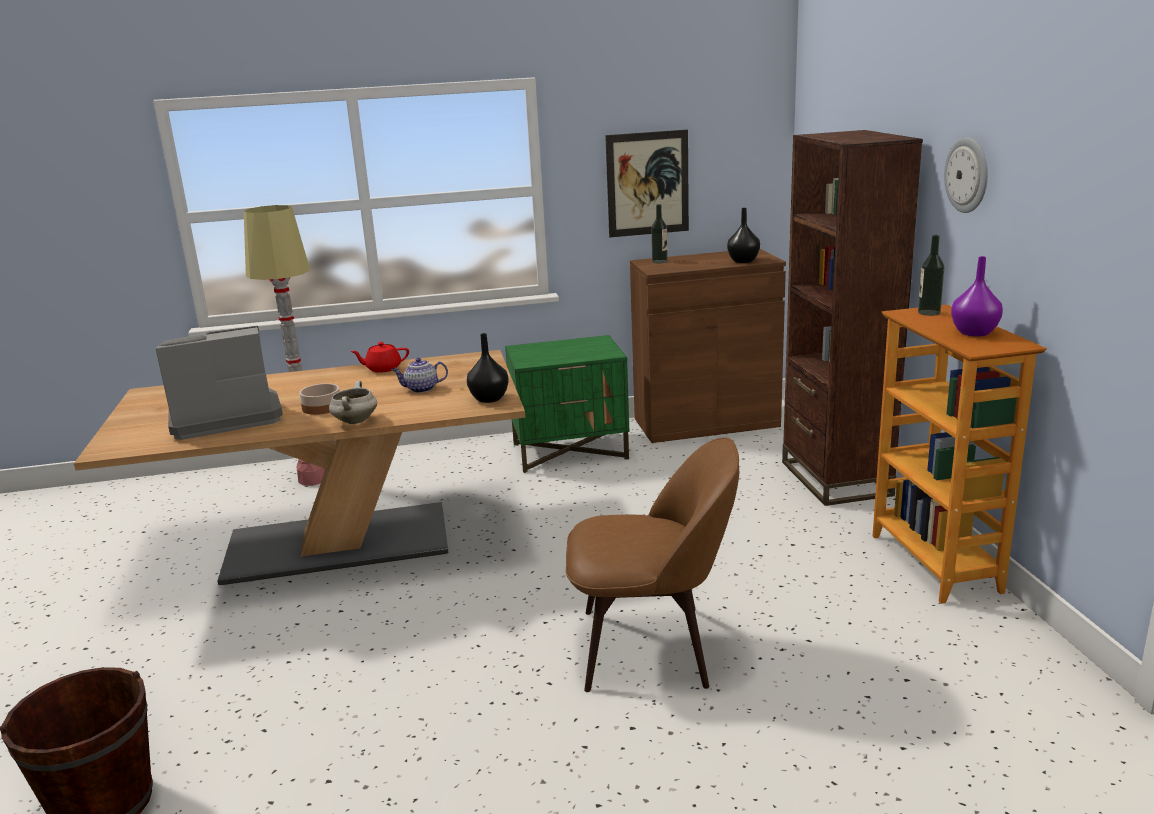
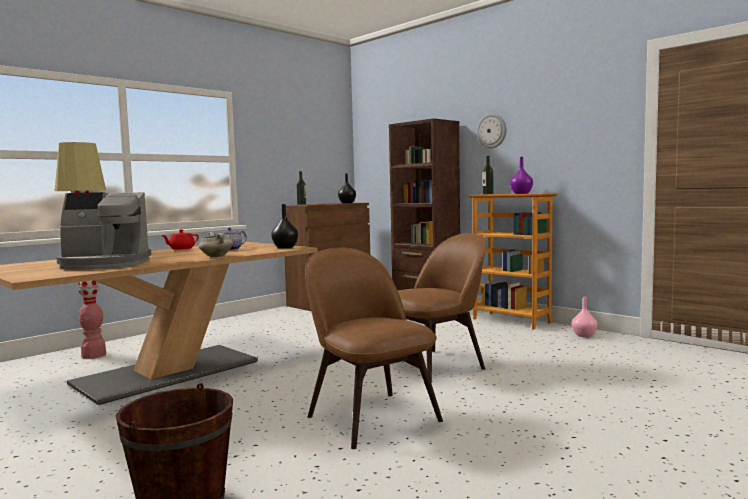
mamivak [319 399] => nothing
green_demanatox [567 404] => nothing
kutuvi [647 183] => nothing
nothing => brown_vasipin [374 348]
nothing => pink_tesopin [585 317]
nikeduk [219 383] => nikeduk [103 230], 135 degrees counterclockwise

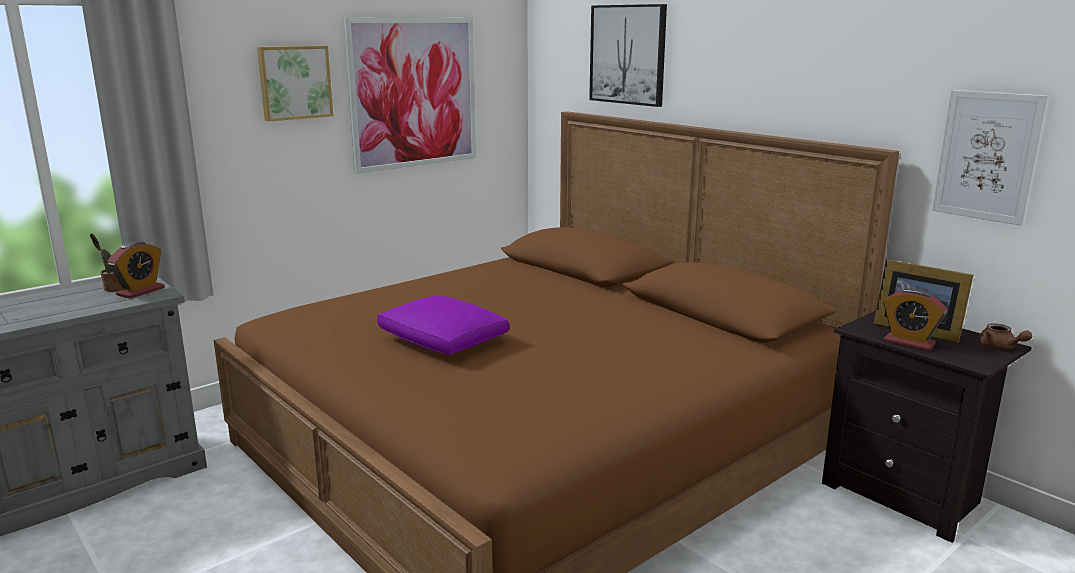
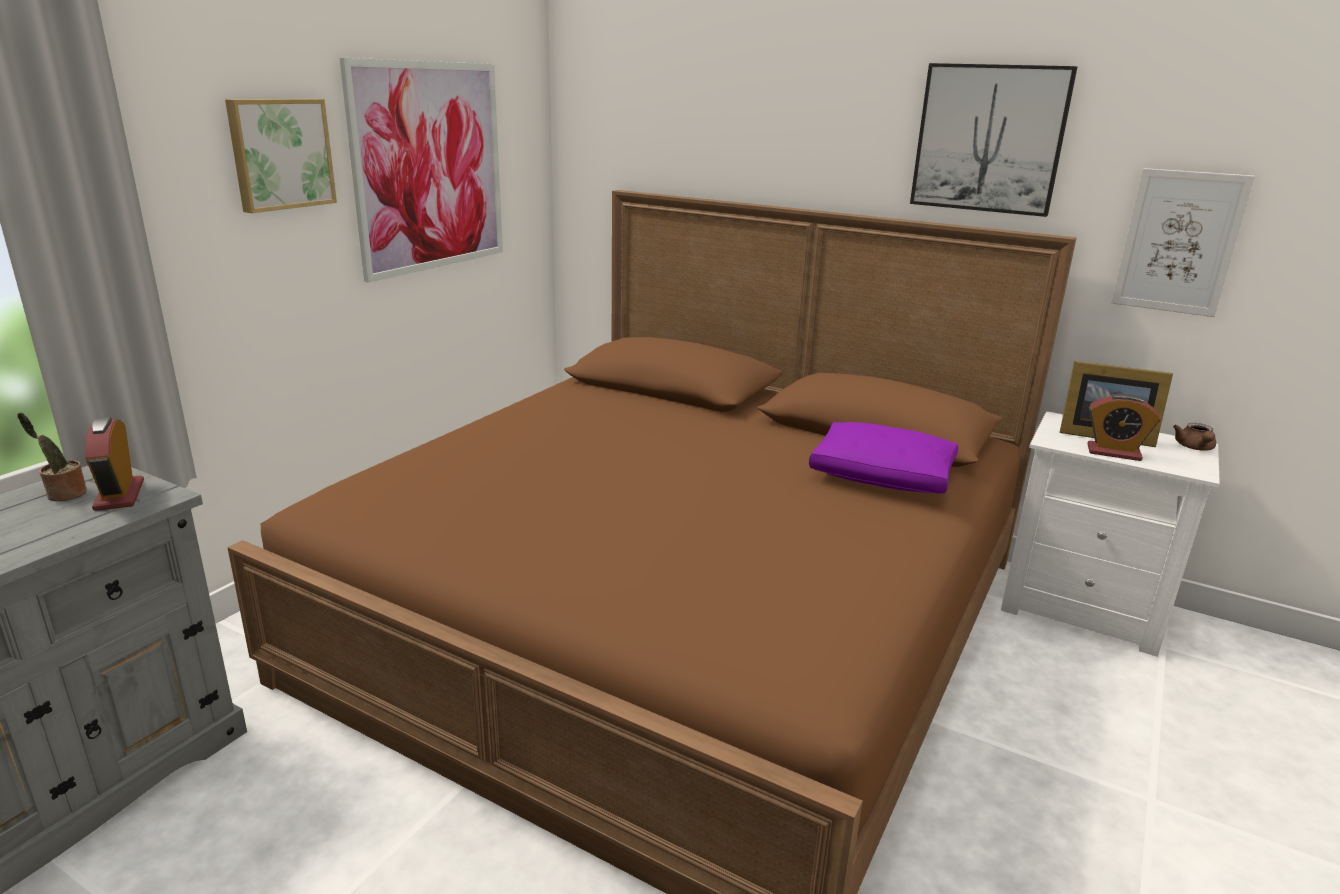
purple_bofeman [443 325] => purple_bofeman [883 458], moved
kutuvi [628 55] => kutuvi [993 140], moved
black_demanatox [927 427] => white_demanatox [1110 534]
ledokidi [136 270] => ledokidi [114 464], 150 degrees clockwise
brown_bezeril [1005 336] => brown_bezeril [1194 437], 60 degrees clockwise

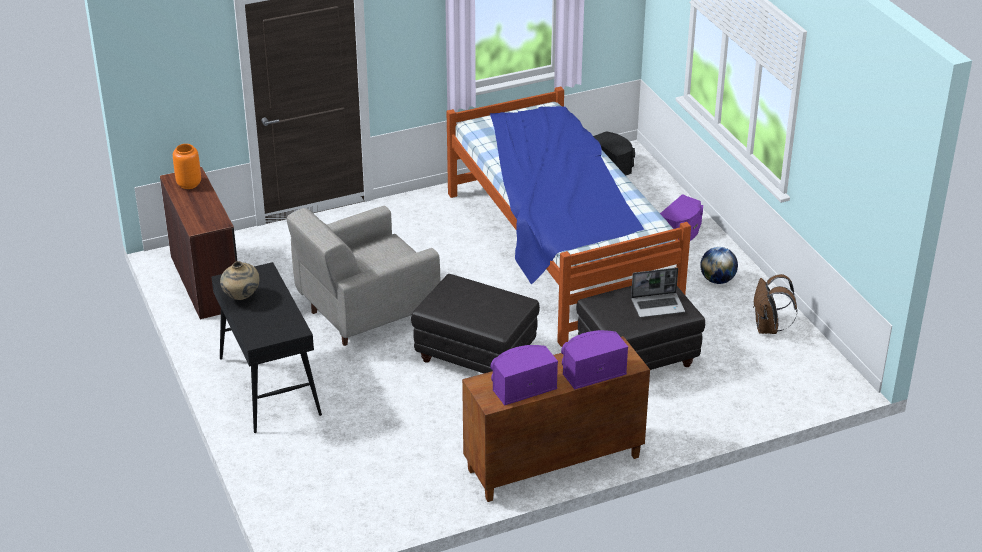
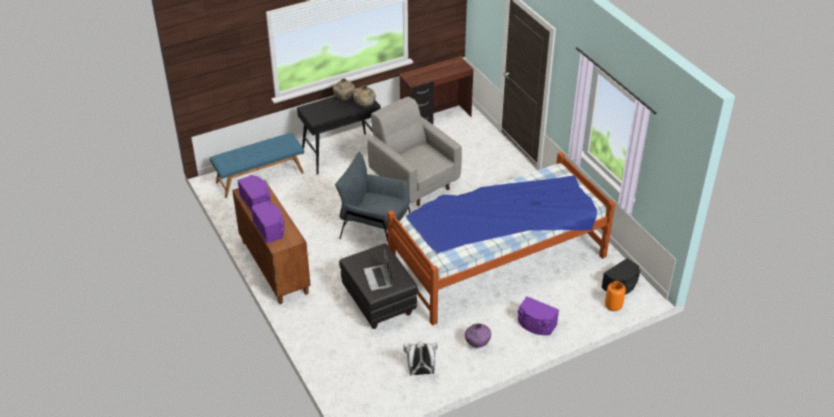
nothing => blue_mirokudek [257 165]
nothing => beige_tesopin [364 96]
orange_tesopin [187 166] => orange_tesopin [615 296], moved
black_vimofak [475 323] => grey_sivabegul [372 196]
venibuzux [719 265] => purple_tesopin [478 335]
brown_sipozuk [776 304] => white_sipozuk [420 359]

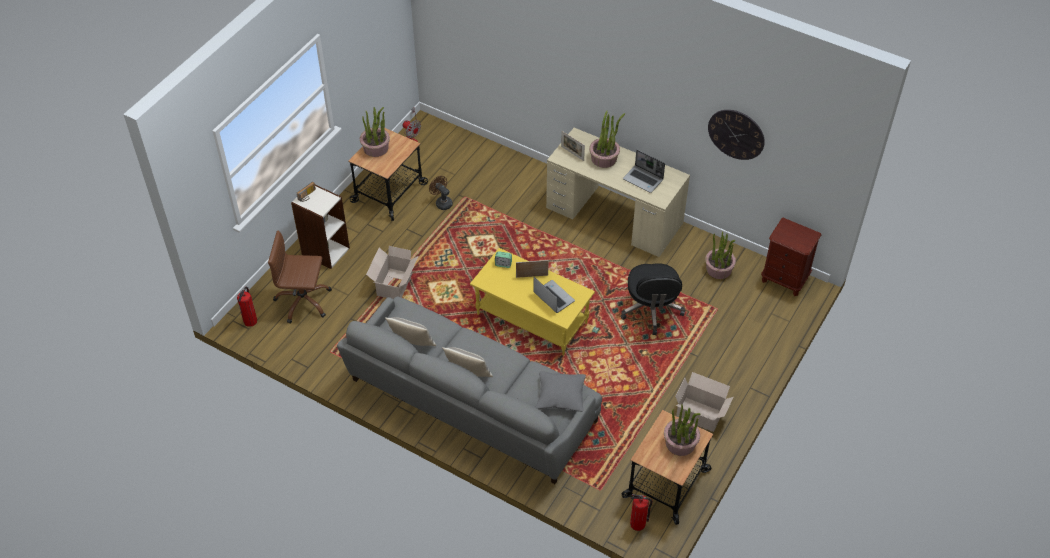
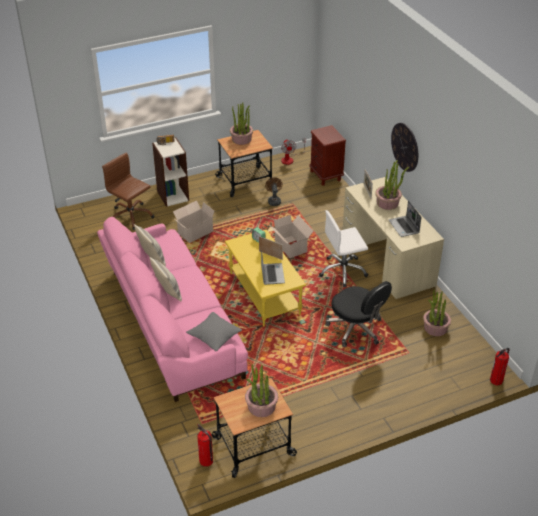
nothing => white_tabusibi [343 249]
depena [247 307] => depena [500 366], moved
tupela [704 402] => tupela [291 236], moved
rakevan [736 135] => rakevan [404 147], moved
brown_demanatox [791 257] => brown_demanatox [327 155], moved
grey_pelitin [469 390] => pink_pelitin [172 309]
black_tabusibi [653 299] => black_tabusibi [358 314], 75 degrees counterclockwise

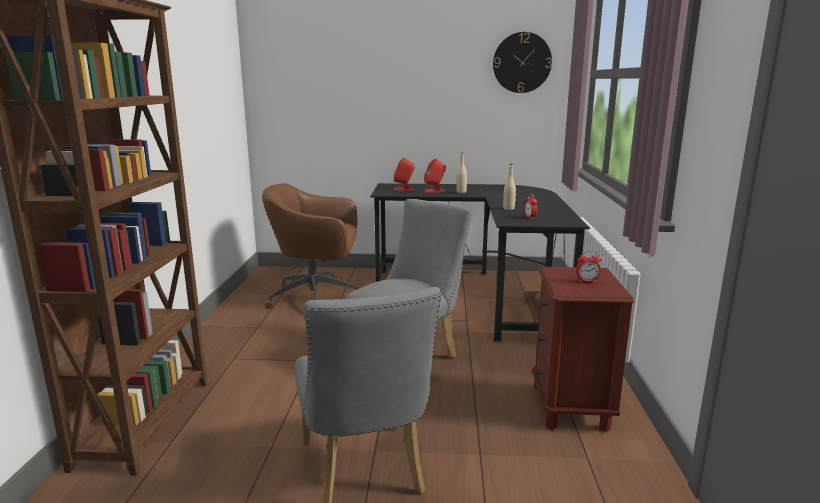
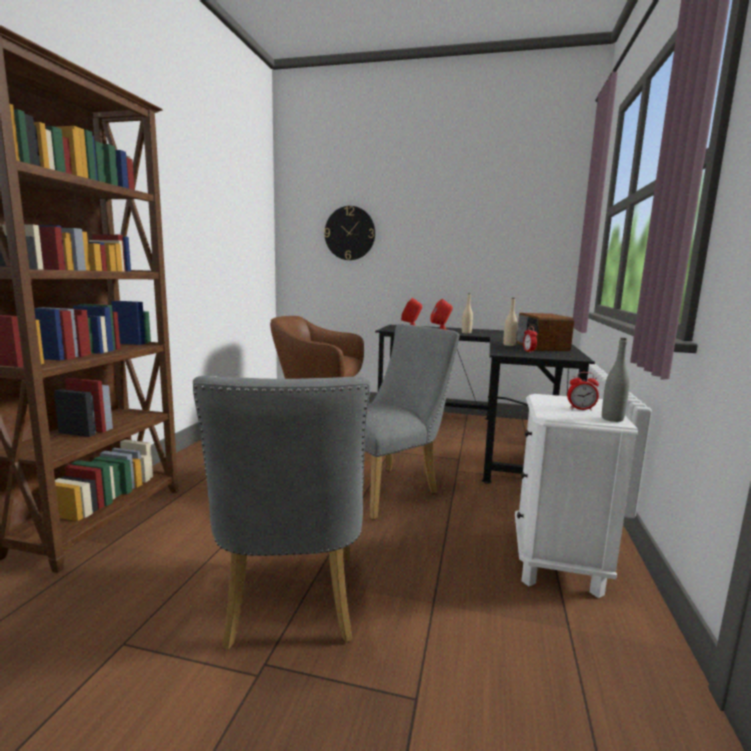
nothing => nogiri [545 332]
nothing => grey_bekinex [616 380]
rakevan [522 62] => rakevan [349 233], moved
brown_demanatox [583 349] => white_demanatox [576 496]

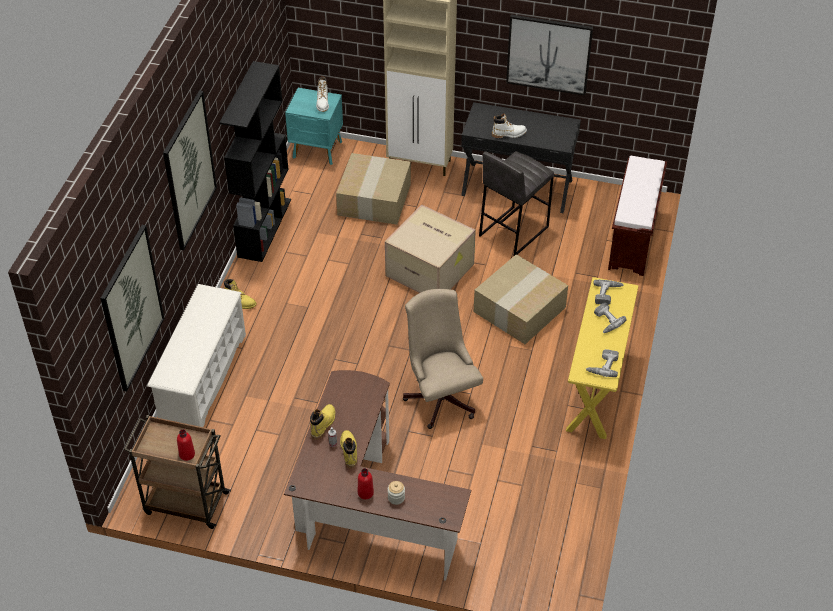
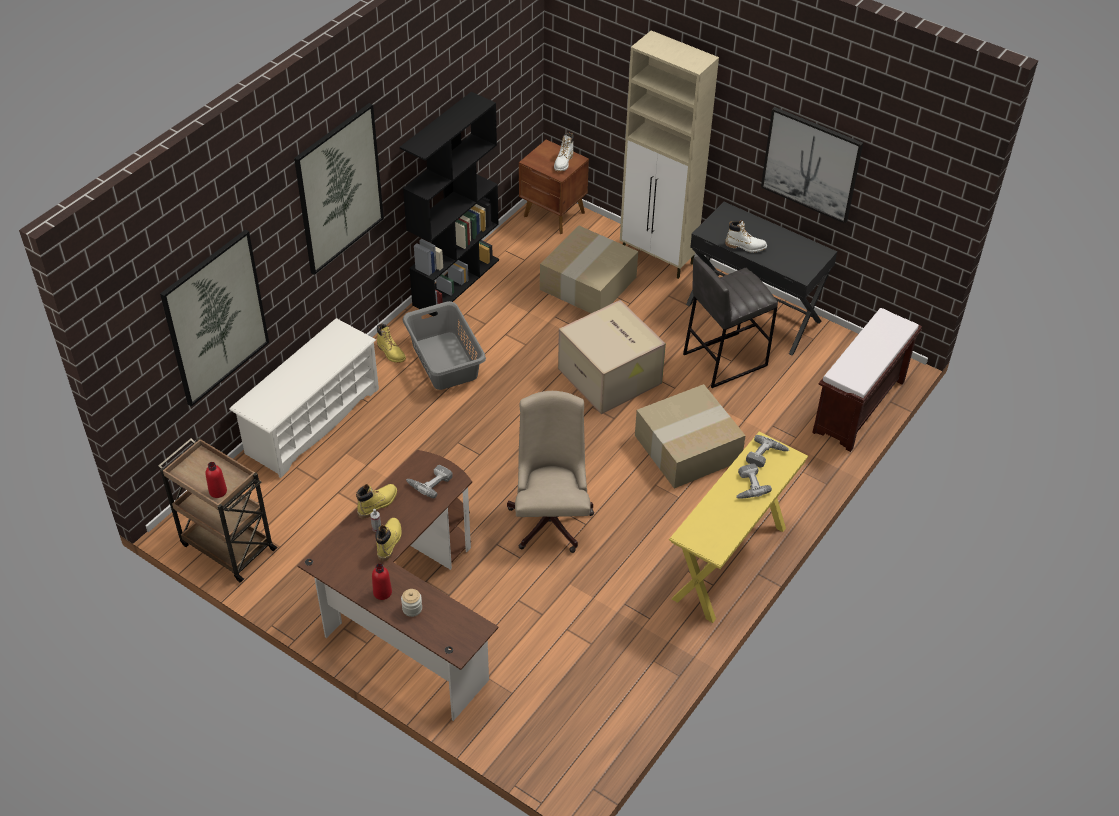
nothing => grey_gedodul [444 345]
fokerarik [602 363] => fokerarik [429 481], moved
turquoise_demanatox [314 126] => brown_demanatox [554 187]

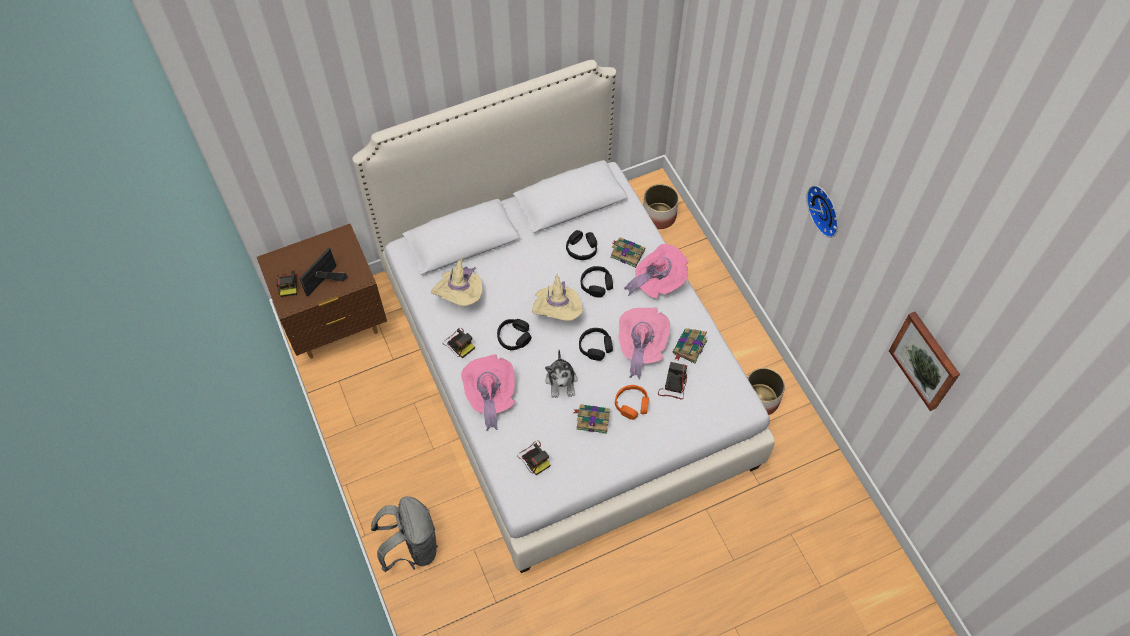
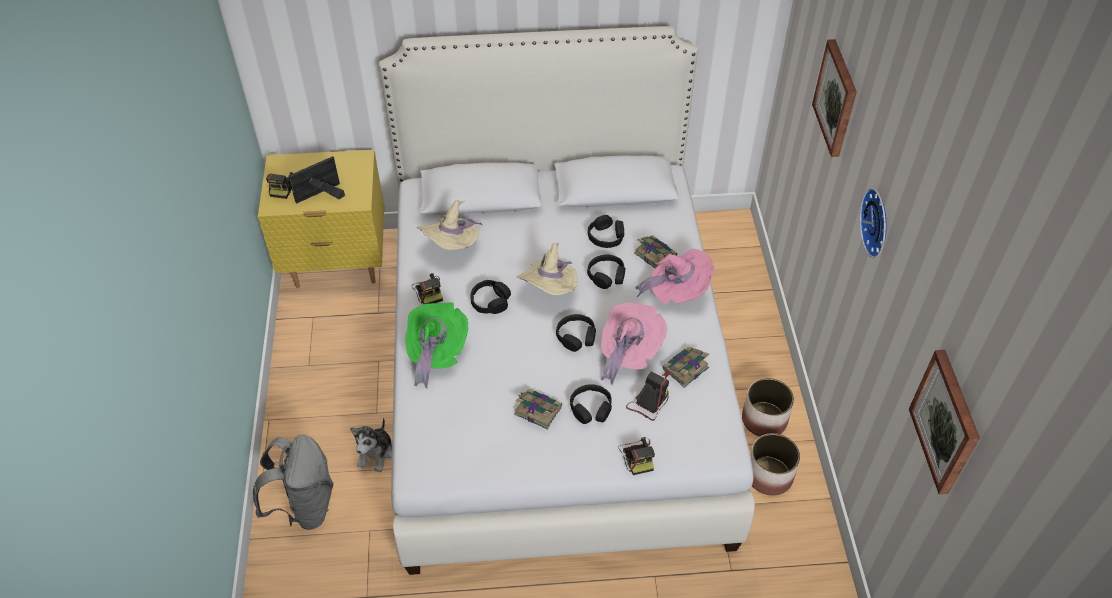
nothing => kutuvi [834 98]
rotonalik [533 457] => rotonalik [636 456], moved
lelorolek [561 374] => lelorolek [371 445], moved
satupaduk [661 206] => satupaduk [768 407], moved
brown_demanatox [322 291] => yellow_demanatox [321 219]
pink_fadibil [488 392] => green_fadibil [436 346]
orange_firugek [632 402] => black_firugek [591 404]

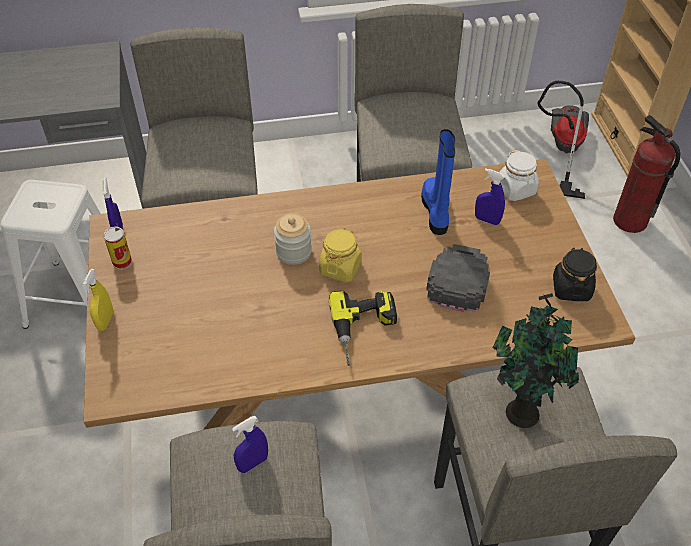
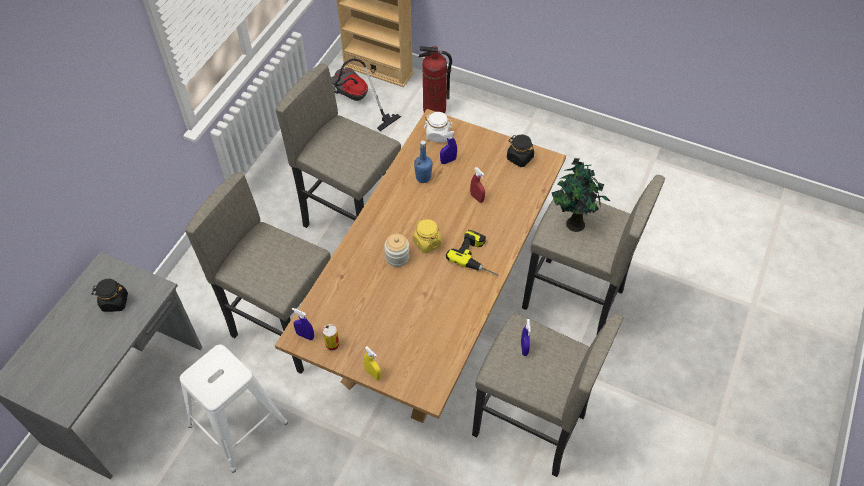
nothing => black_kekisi [110 295]
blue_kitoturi [438 182] => blue_bekinex [423 161]
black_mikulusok [458 278] => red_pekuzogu [477 185]

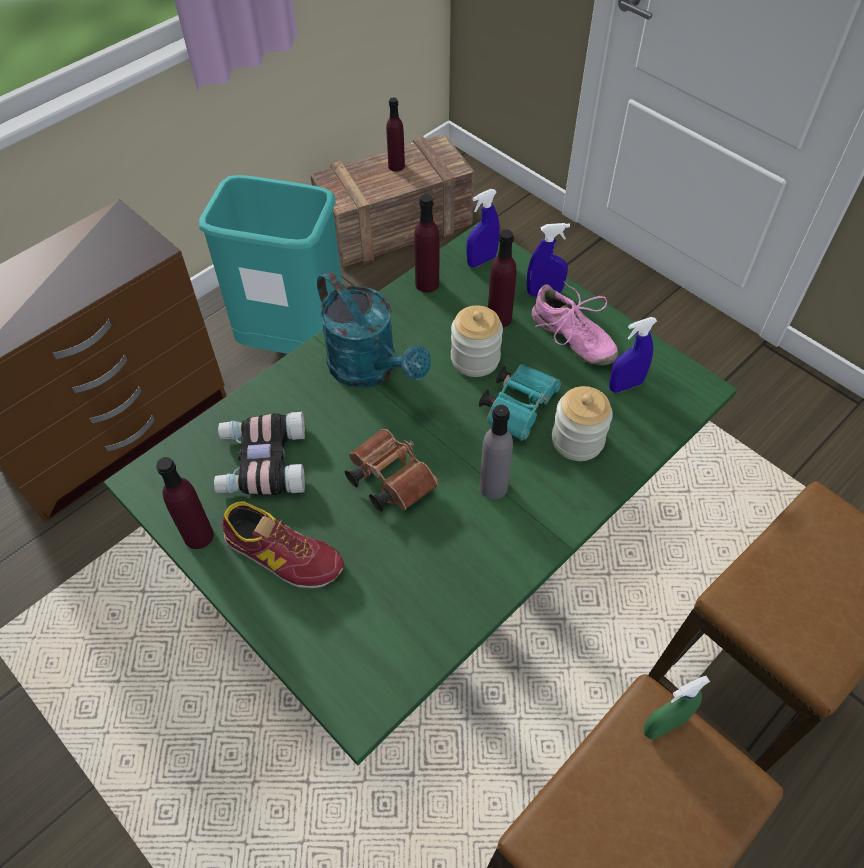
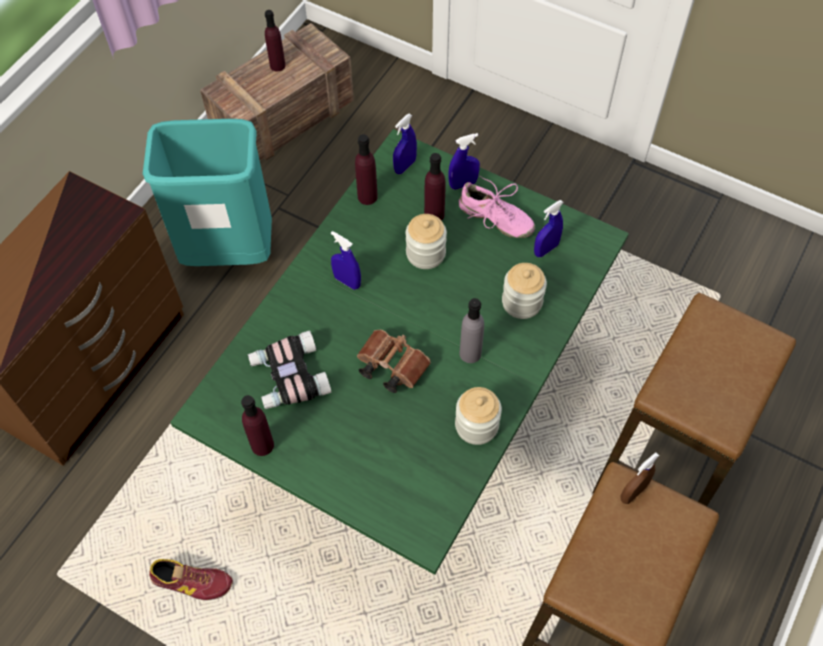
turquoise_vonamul [520 402] => nothing
nothing => kekisi [478 416]
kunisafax [283 544] => kunisafax [191 580], moved
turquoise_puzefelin [374 330] => blue_pekuzogu [346 260]
green_pekuzogu [677 708] => brown_pekuzogu [639 478]

